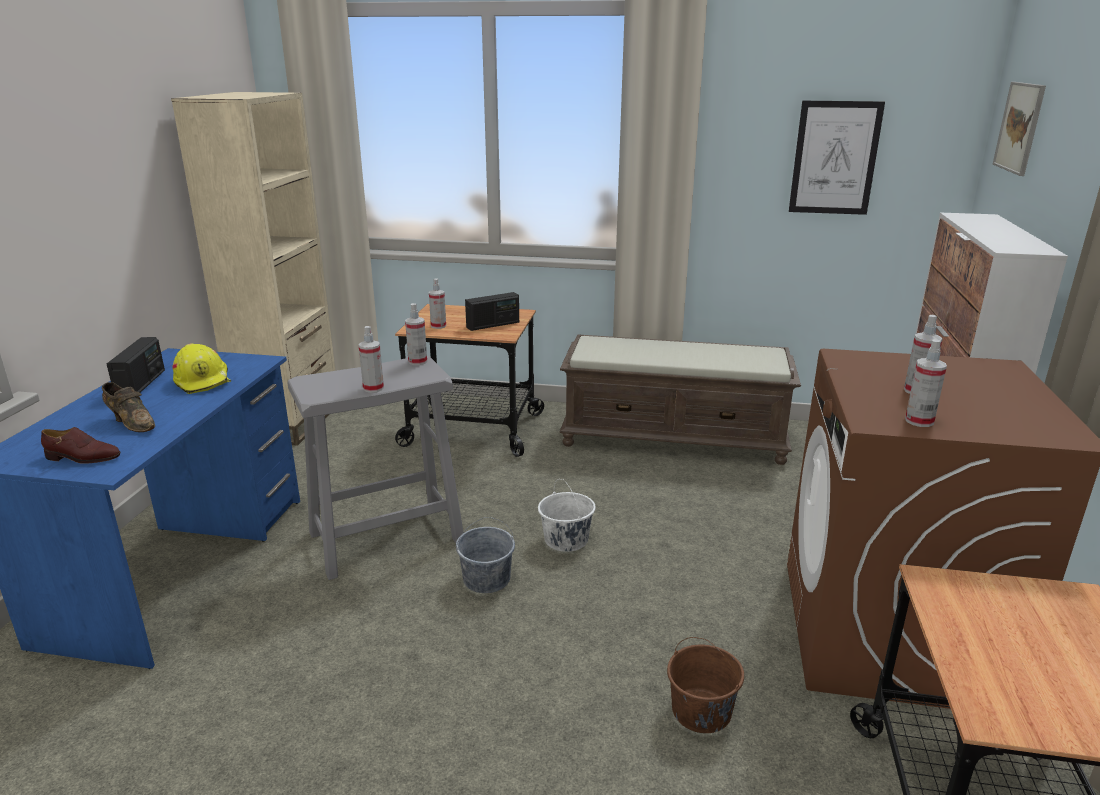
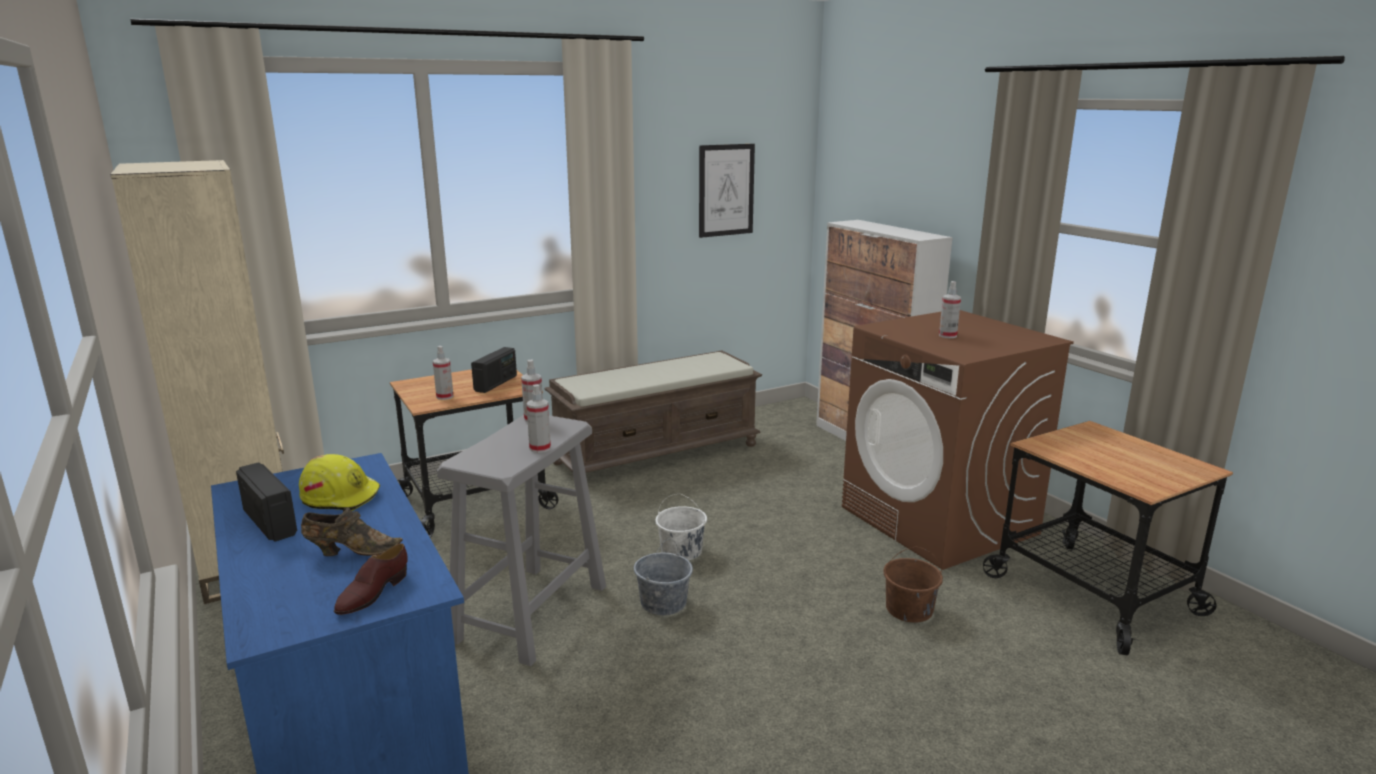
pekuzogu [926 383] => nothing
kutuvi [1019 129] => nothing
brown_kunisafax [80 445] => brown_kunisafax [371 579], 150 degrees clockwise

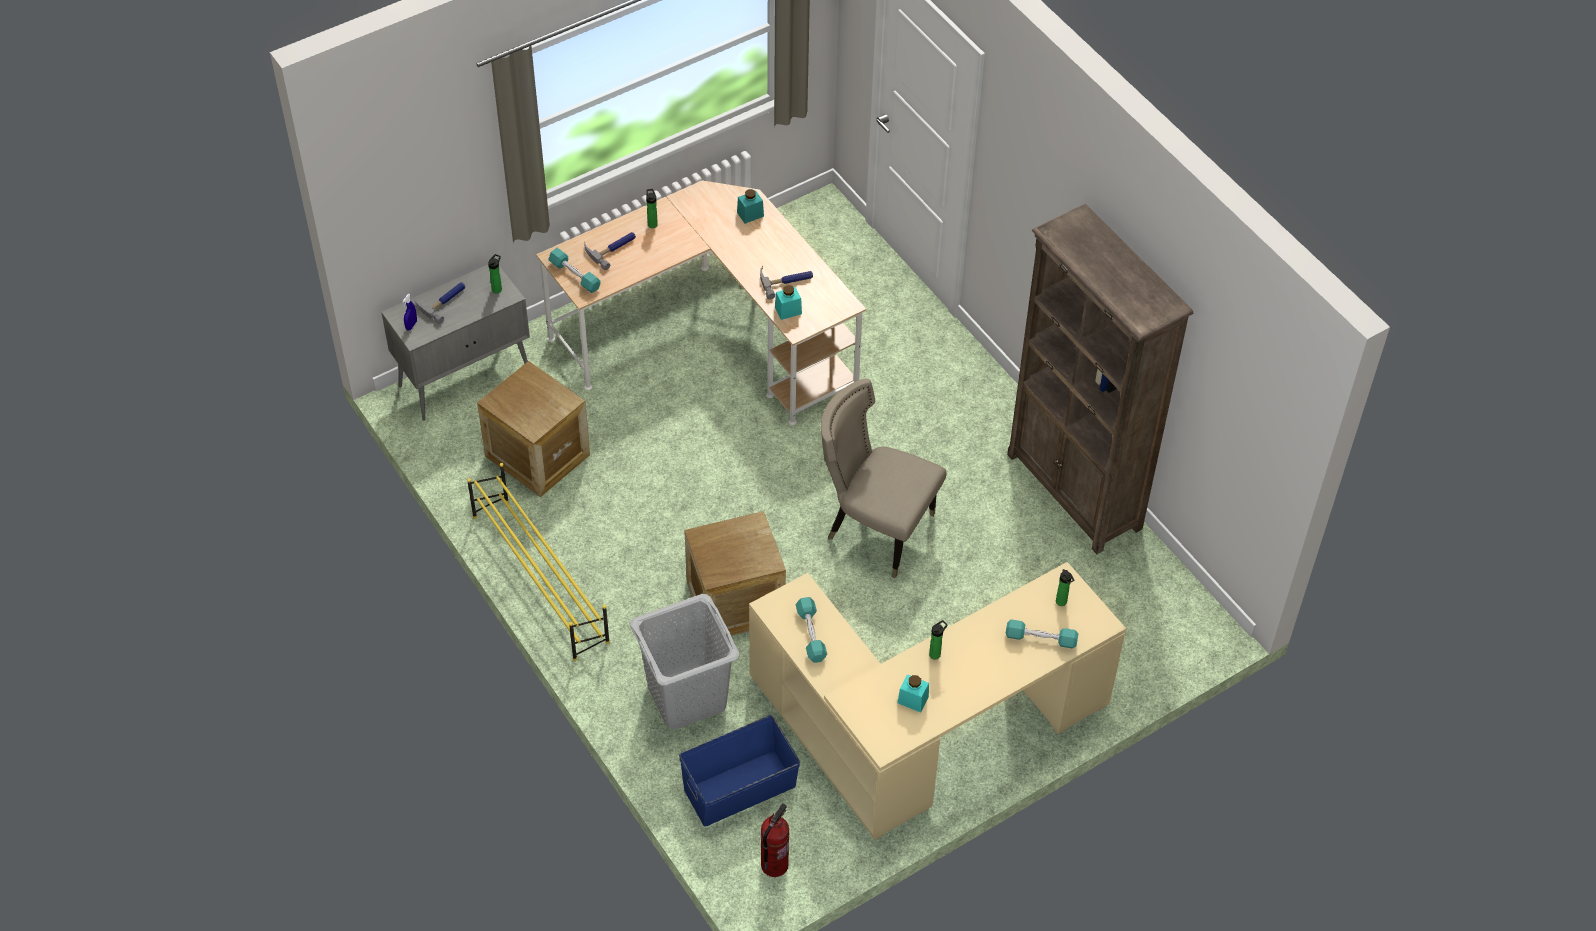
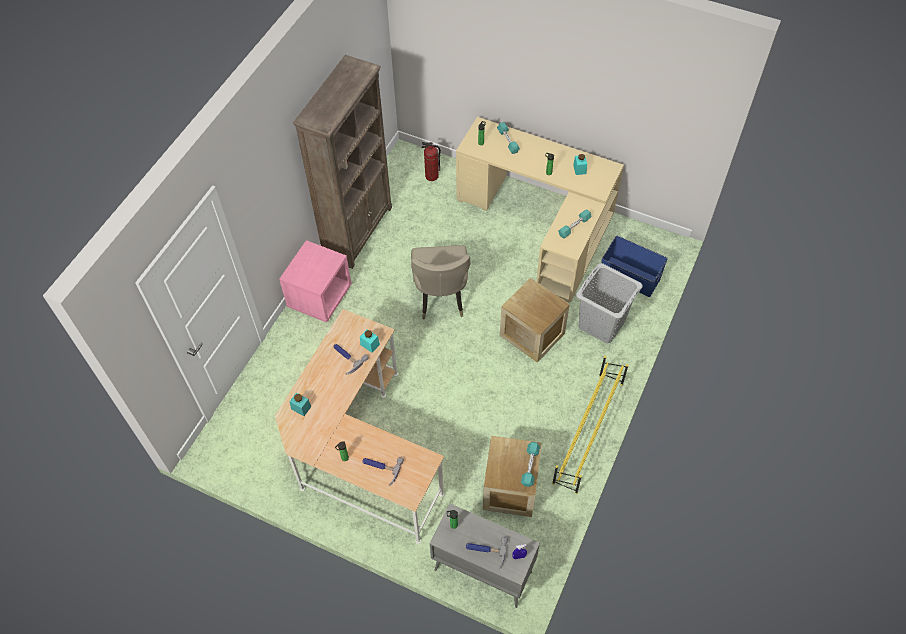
nothing => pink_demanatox [315 281]
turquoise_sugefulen [574 270] => turquoise_sugefulen [530 464], moved
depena [775 840] => depena [431 161], moved

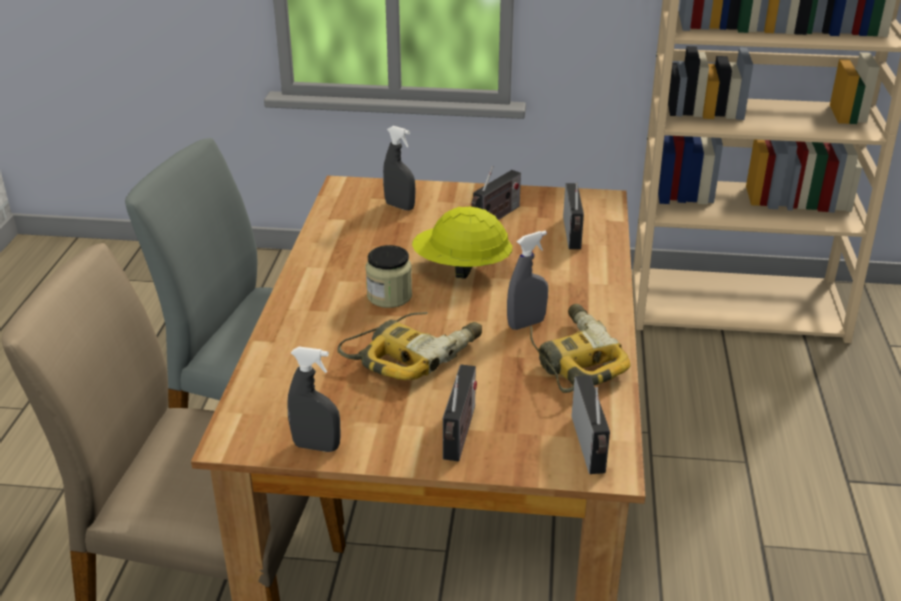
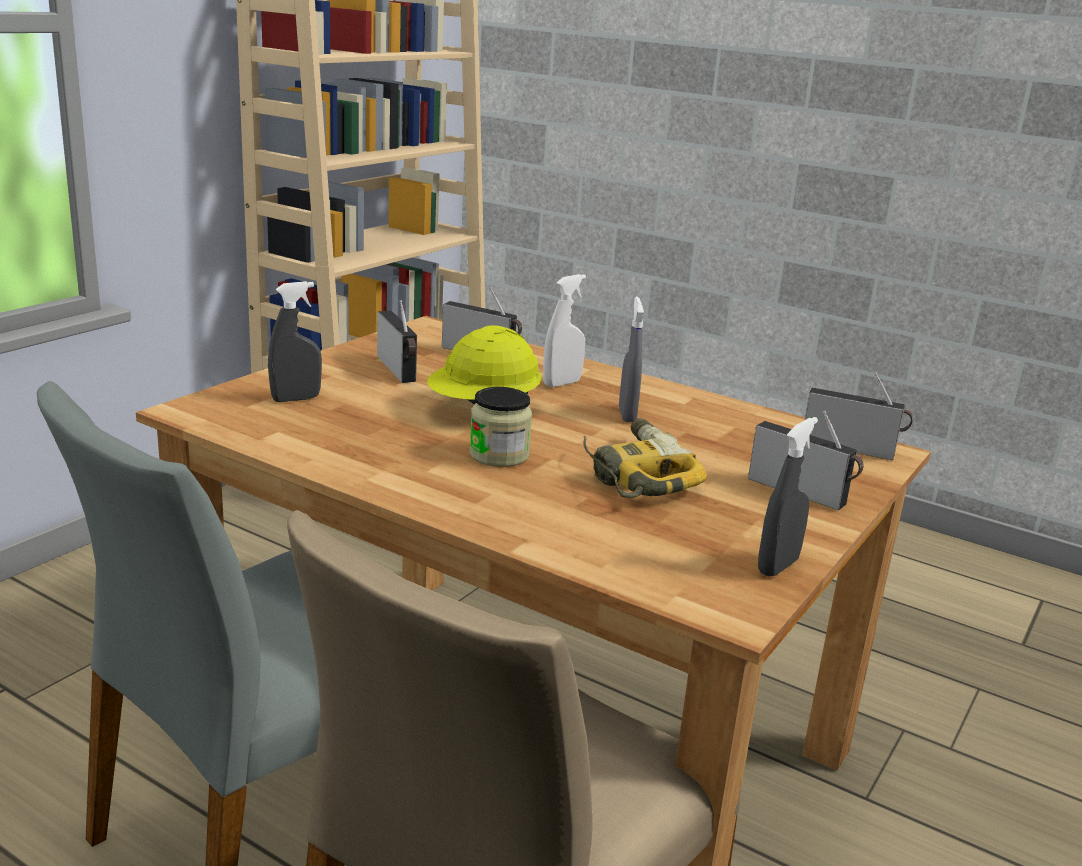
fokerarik [580 348] => nothing
nothing => white_pekuzogu [564 330]

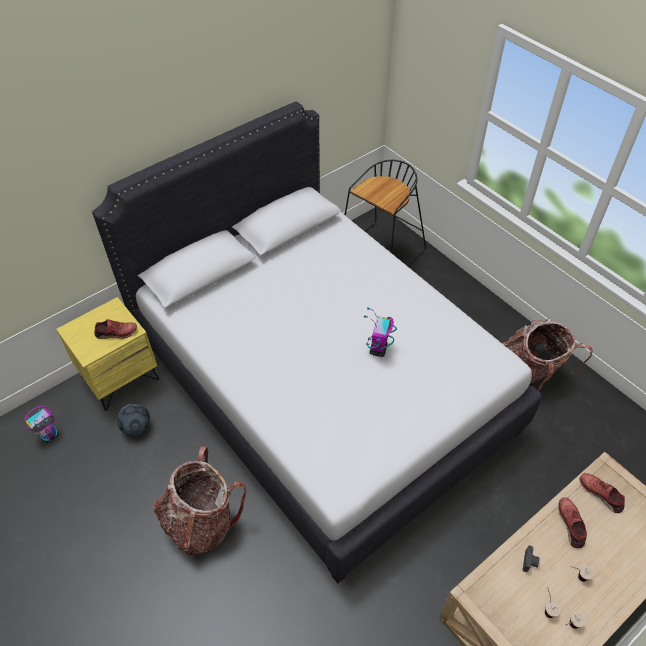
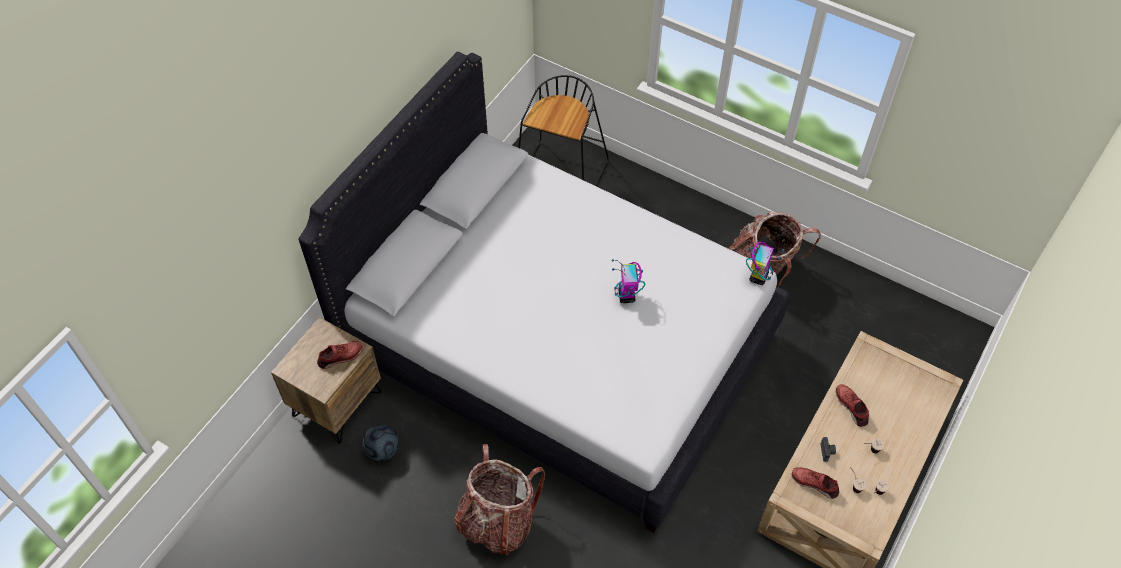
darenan [42 425] => darenan [765 263], moved
red_kunisafax [602 493] => red_kunisafax [815 483], moved
yellow_demanatox [107 354] => brown_demanatox [326 380]

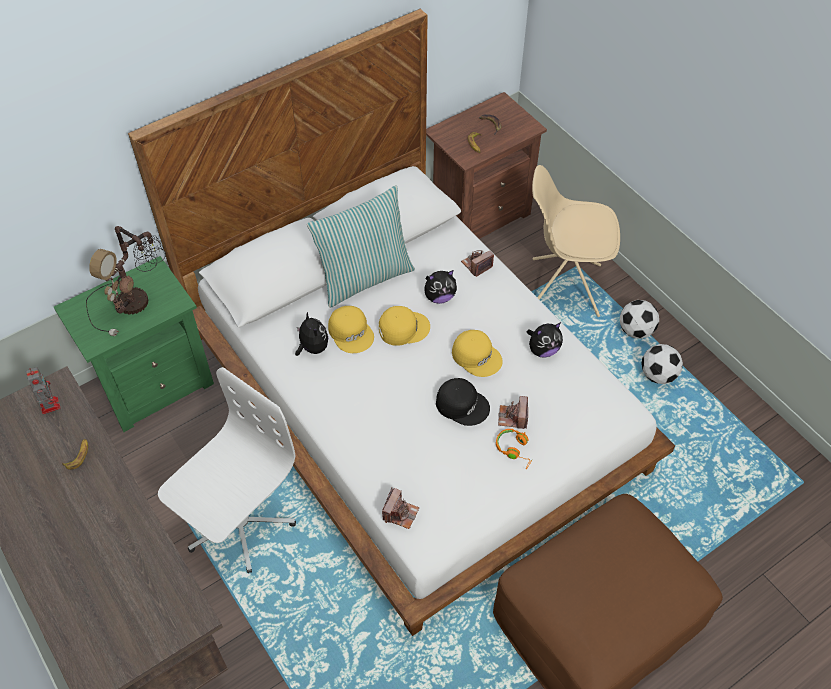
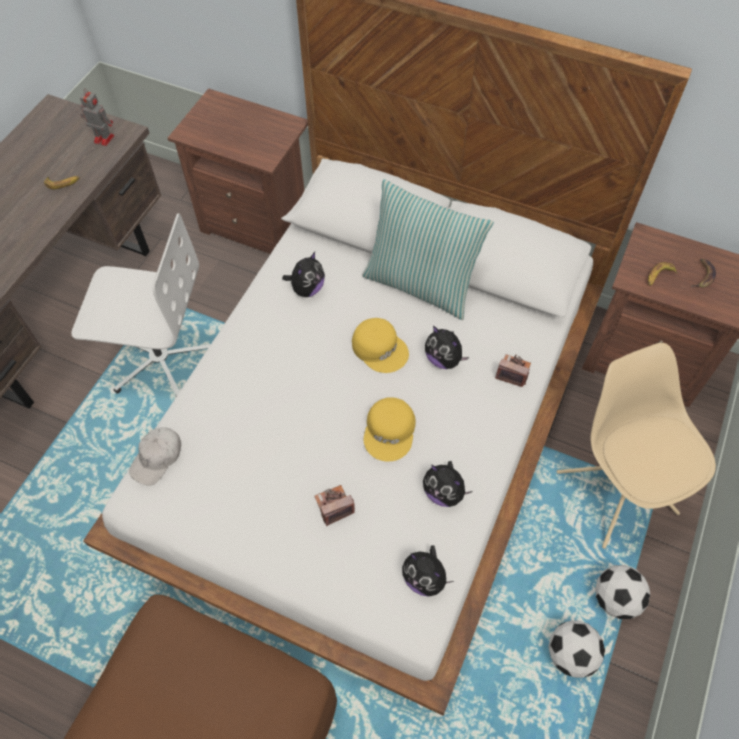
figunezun [126 281] => nothing
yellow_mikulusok [351 329] => nothing
black_mikulusok [463 402] => nothing
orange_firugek [514 449] => nothing
nothing => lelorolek [428 571]
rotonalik [400 508] => white_mikulusok [155 456]
green_demanatox [134 344] => brown_demanatox [238 171]
darenan [43 390] => darenan [97 117], 105 degrees counterclockwise

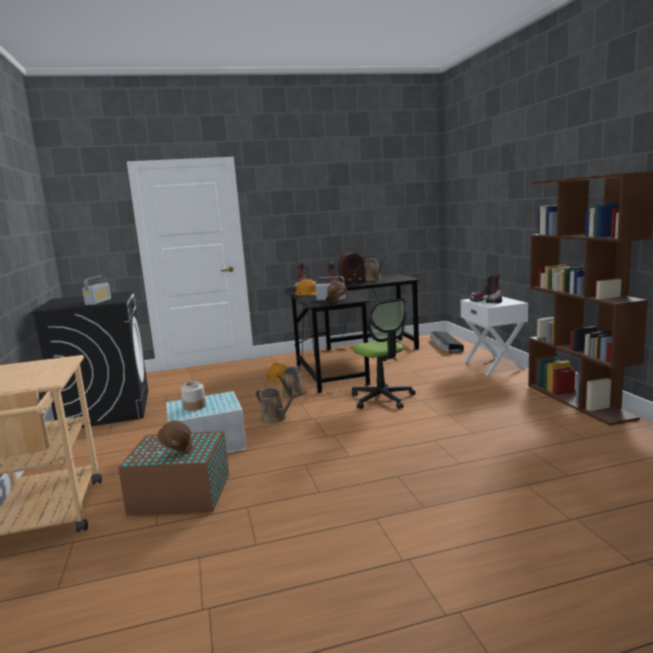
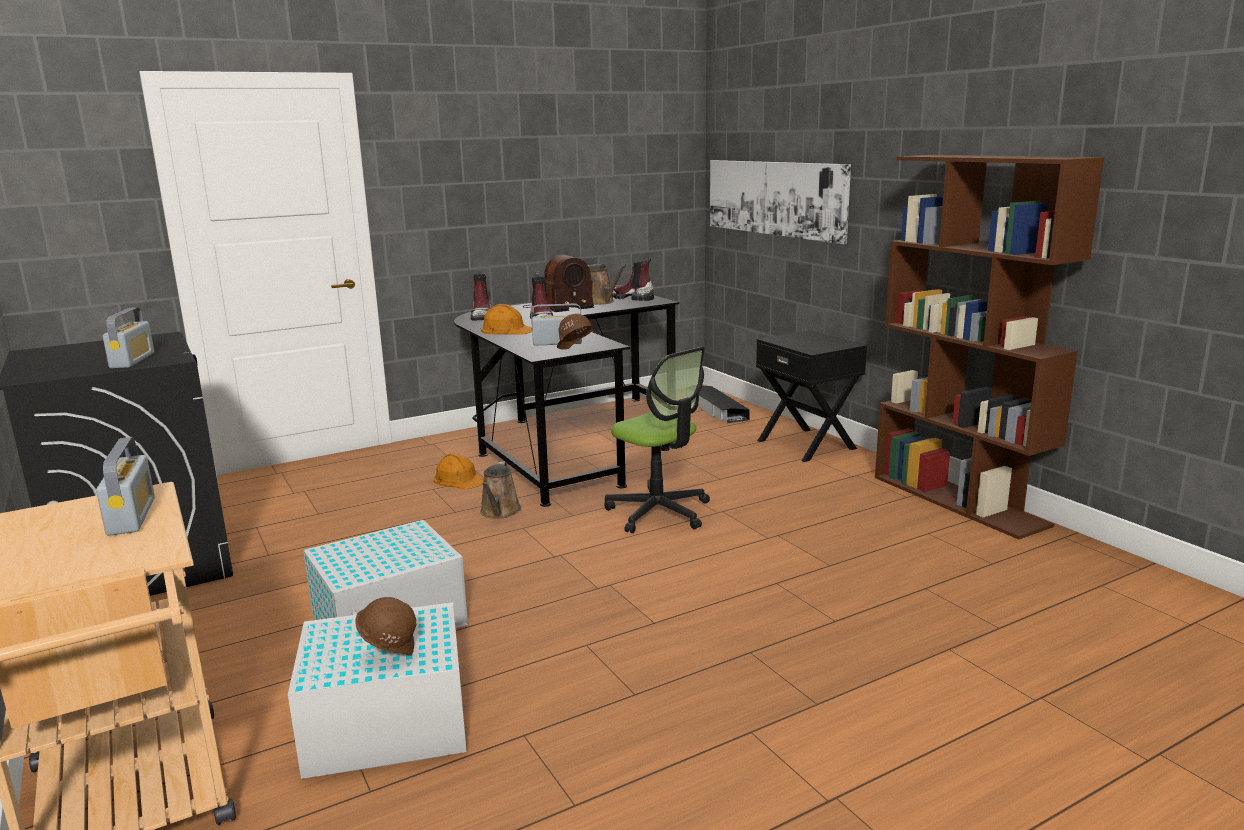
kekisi [193 396] => nothing
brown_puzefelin [277 406] => nothing
nothing => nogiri [125 486]
nothing => kutuvi [780 202]
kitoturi [486 288] => kitoturi [633 279], moved
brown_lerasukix [173 473] => white_lerasukix [377 690]
white_demanatox [494 336] => black_demanatox [811 396]

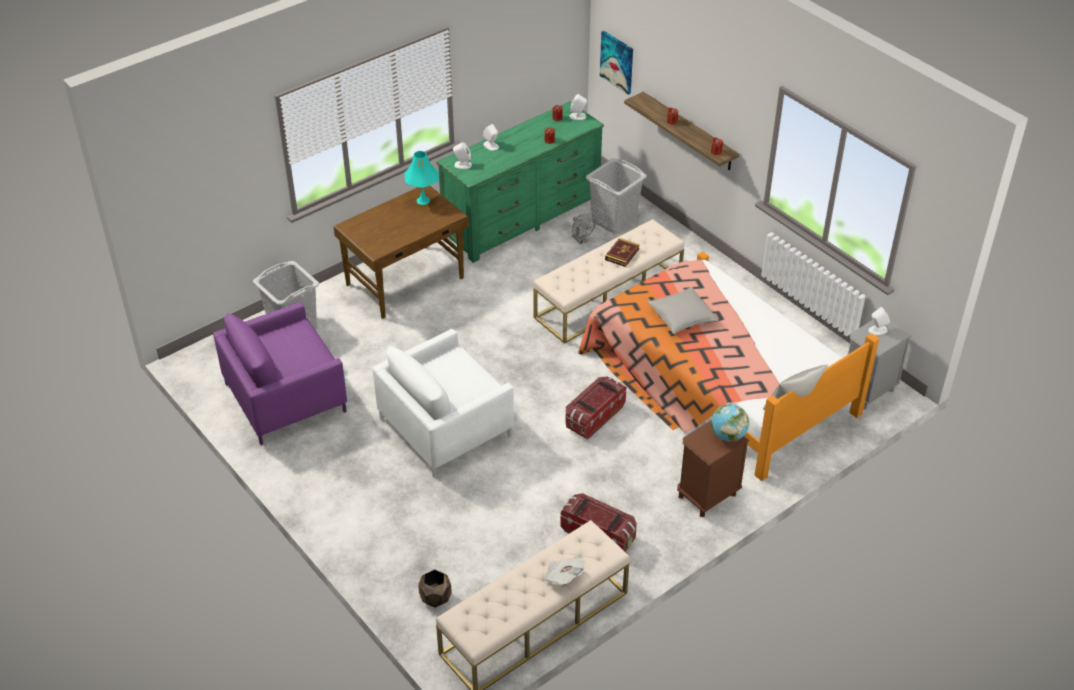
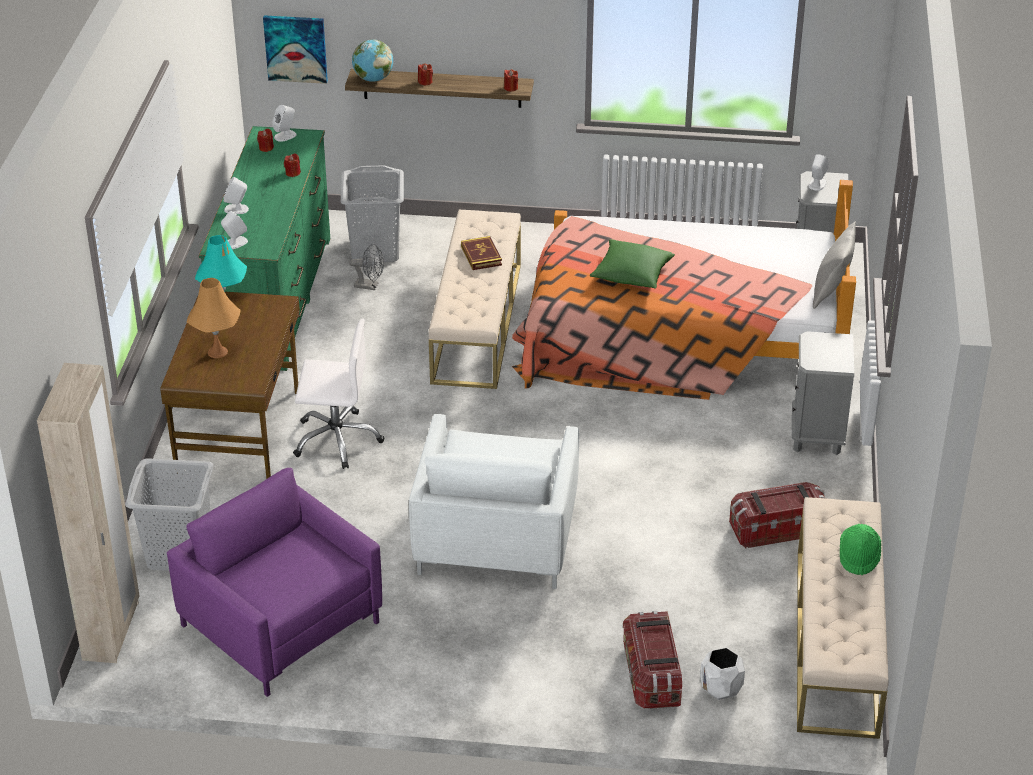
nothing => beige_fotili [88 513]
nothing => orange_figunezun [214 318]
nothing => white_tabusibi [338 394]
lerasukix [596 408] => lerasukix [652 660], moved
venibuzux [730 423] => venibuzux [372 60], moved
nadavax [564 571] => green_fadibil [860 549]
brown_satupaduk [435 588] => white_satupaduk [722 673]
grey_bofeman [683 310] => green_bofeman [632 264]
brown_demanatox [713 469] => grey_demanatox [823 393]
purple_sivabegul [280 373] => purple_sivabegul [274 582], 120 degrees clockwise

